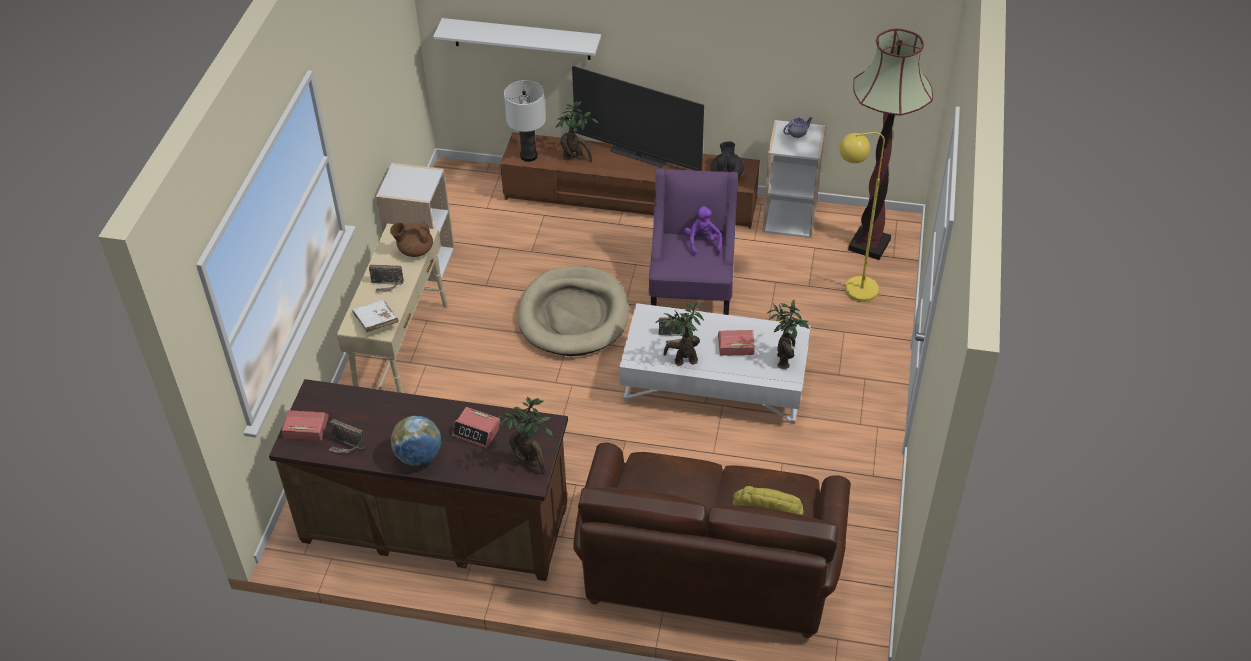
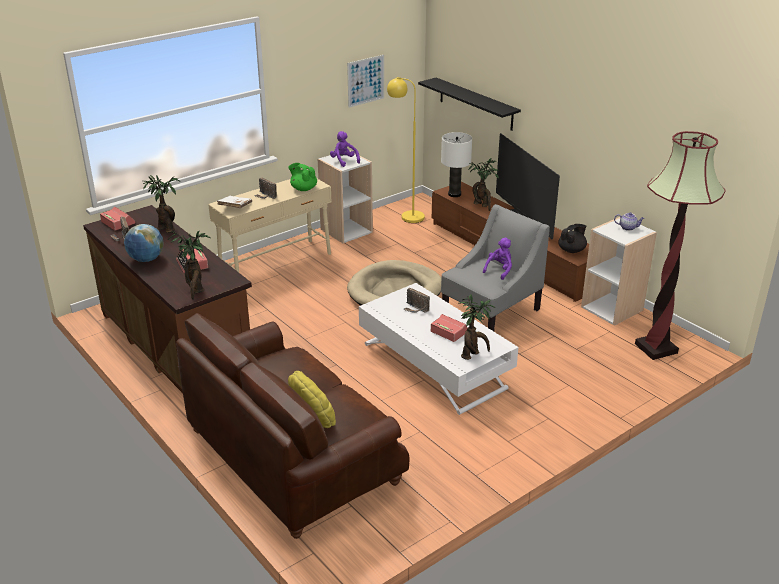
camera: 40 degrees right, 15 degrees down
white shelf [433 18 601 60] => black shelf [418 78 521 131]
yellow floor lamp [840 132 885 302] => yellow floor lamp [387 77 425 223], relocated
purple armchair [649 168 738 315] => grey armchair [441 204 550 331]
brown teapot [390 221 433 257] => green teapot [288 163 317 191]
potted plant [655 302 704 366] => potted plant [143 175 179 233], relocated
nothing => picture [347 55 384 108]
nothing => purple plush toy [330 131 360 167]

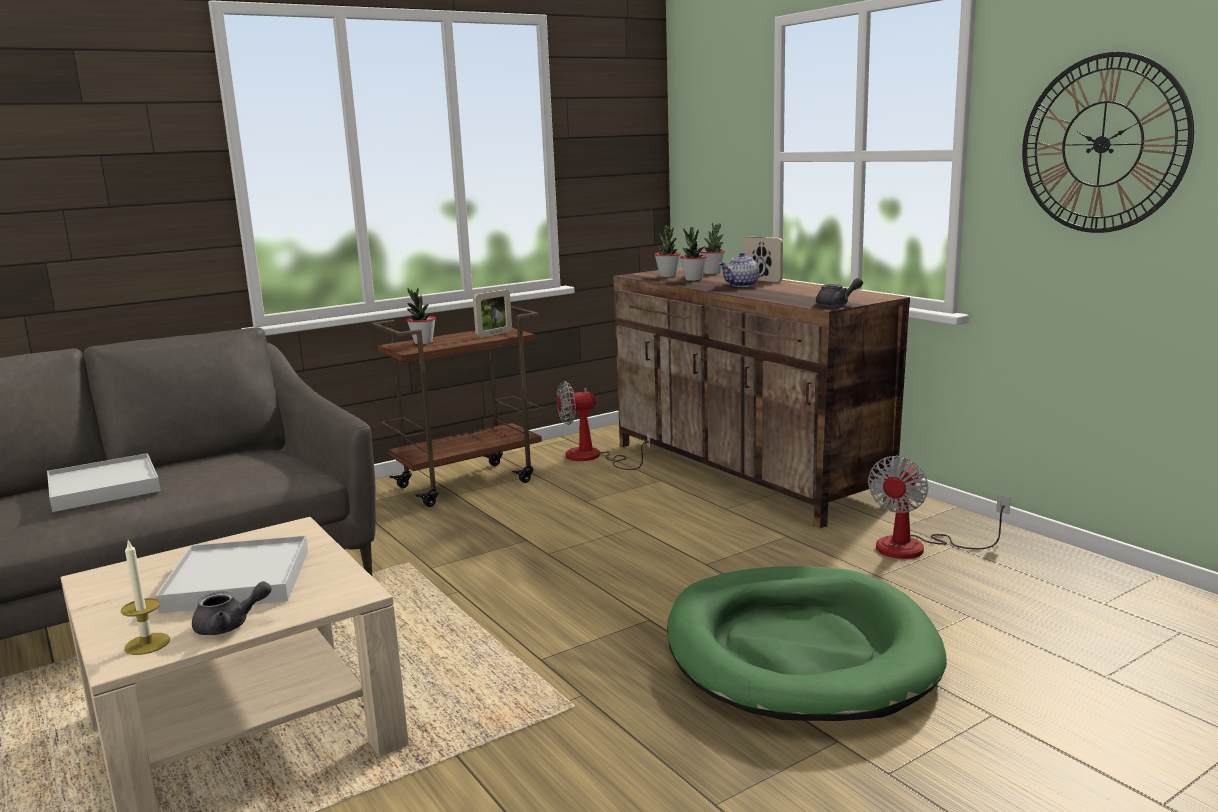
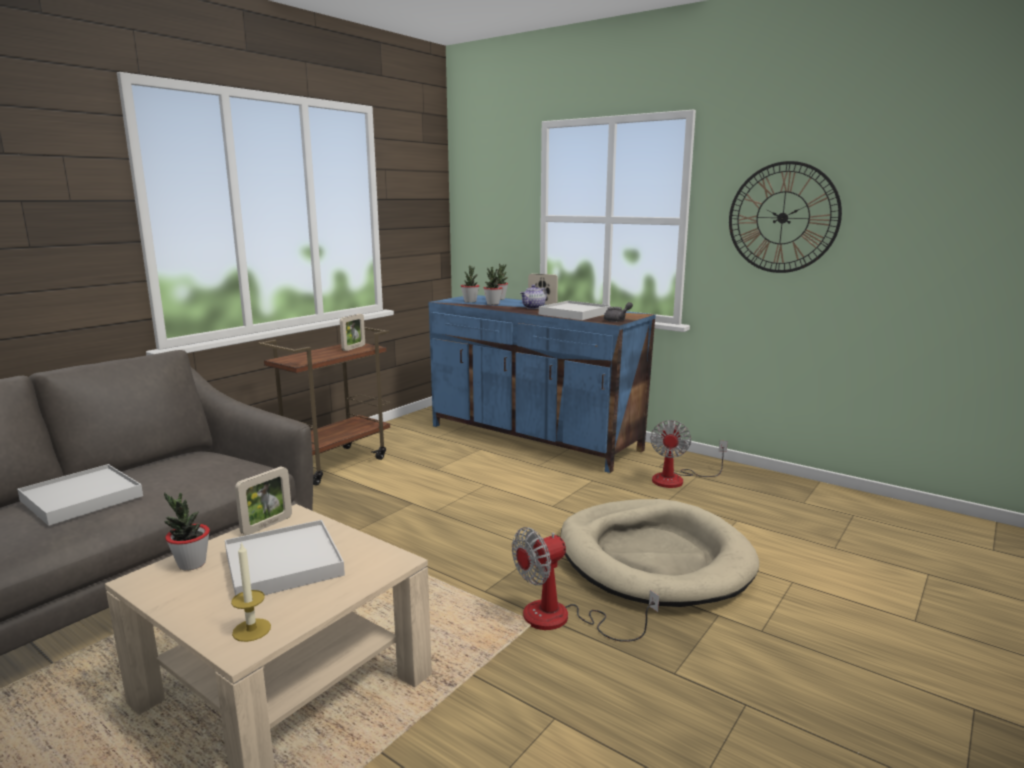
camera: 20 degrees left, 0 degrees up
brown cabinet [613 267 910 528] => blue cabinet [428 295 656 473]
potted plant [407 288 436 344] => potted plant [164 492 210 571], relocated
fan [557 381 650 470] => fan [512 527 659 642], relocated
green dog bed [667 566 947 721] => beige dog bed [561 499 759 607]
grey teapot [192 581 272 635] => nothing
nothing => white tray [539 301 611 320]
nothing => picture frame [235 466 292 535]

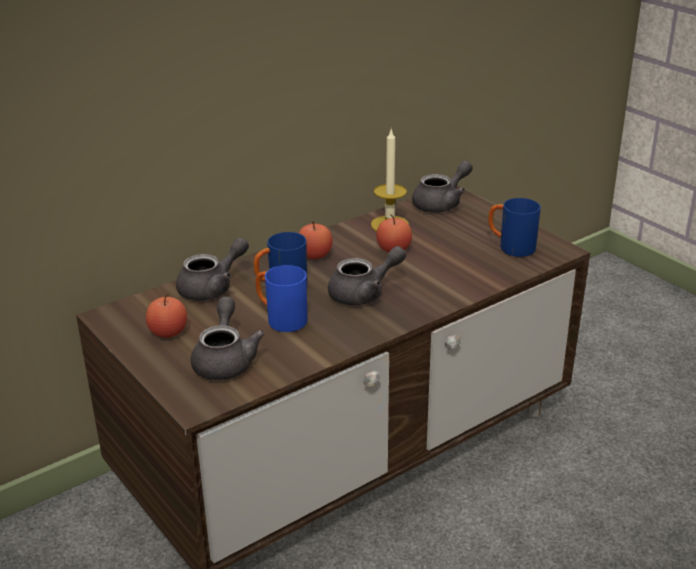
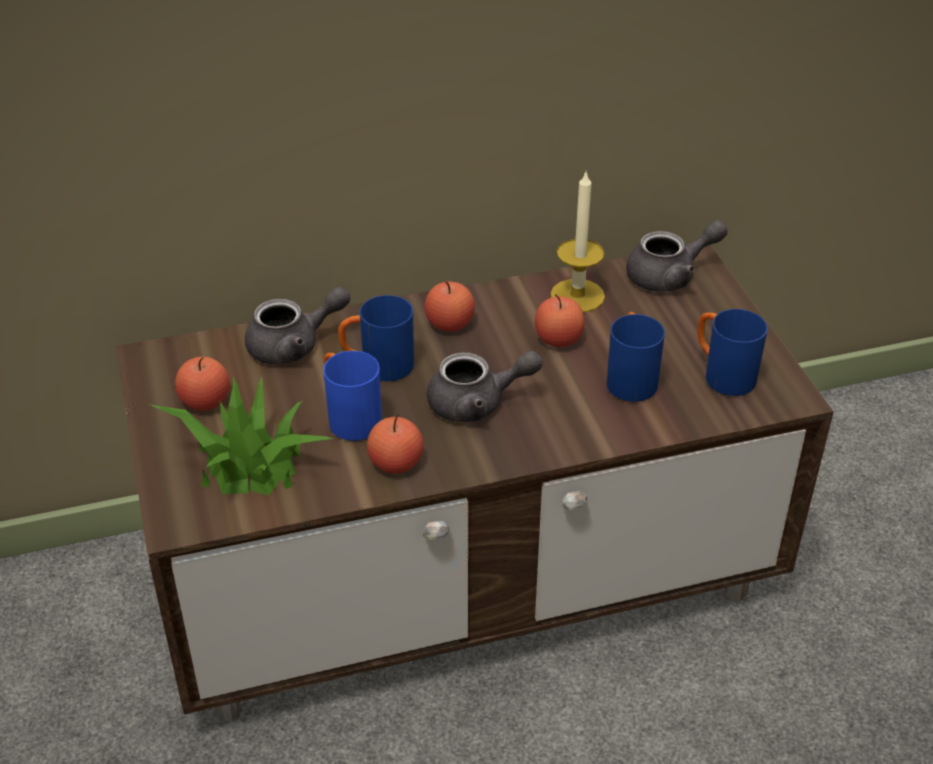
camera: 20 degrees right, 10 degrees up
grey teapot [191 297 265 380] => potted plant [149 376 334 495]
nothing => blue mug [607 312 665 402]
nothing => apple [367 413 424 474]

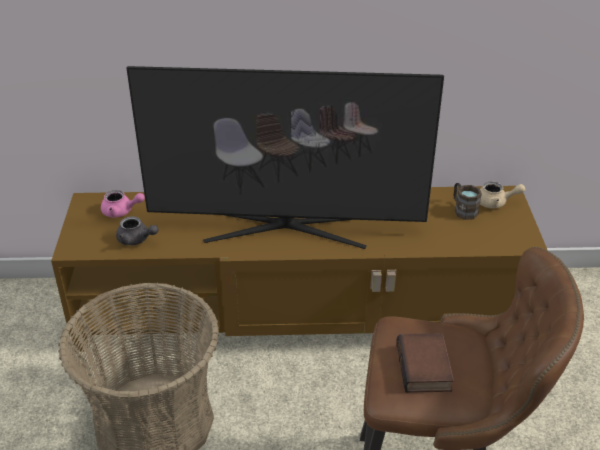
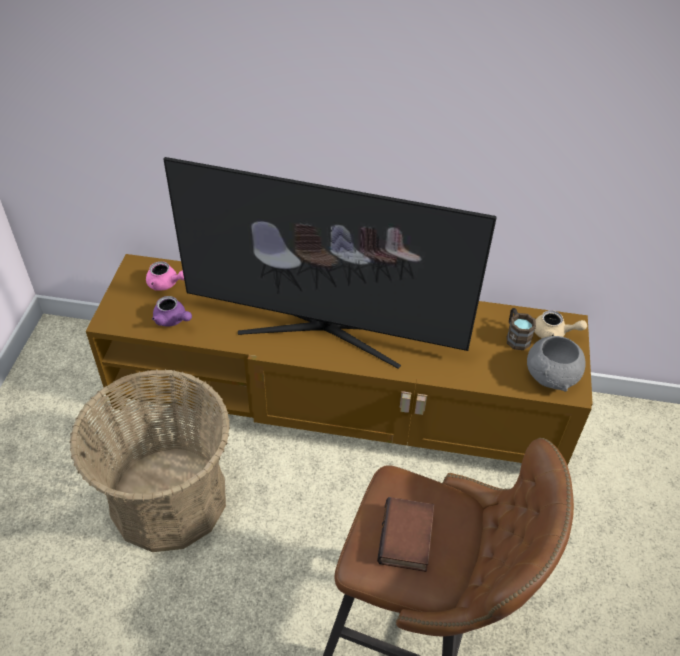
camera: 10 degrees right, 10 degrees up
grey teapot [116 216 159 245] => purple teapot [152 296 192 327]
nothing => grey bowl [527 336 586 392]

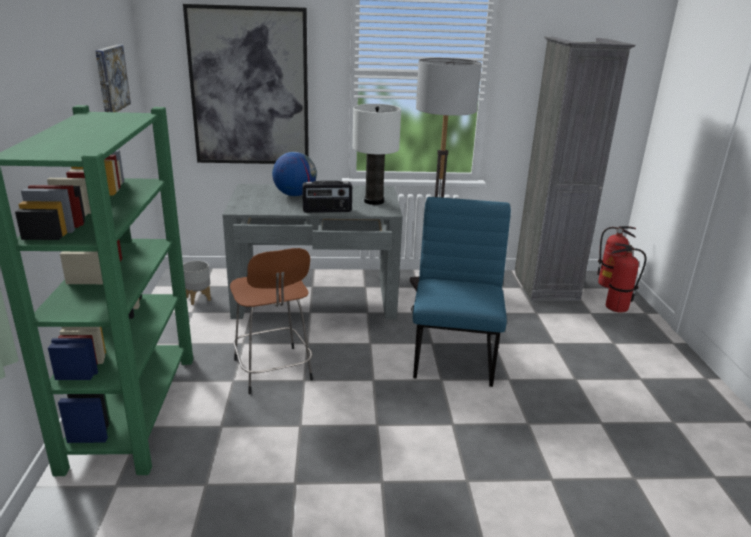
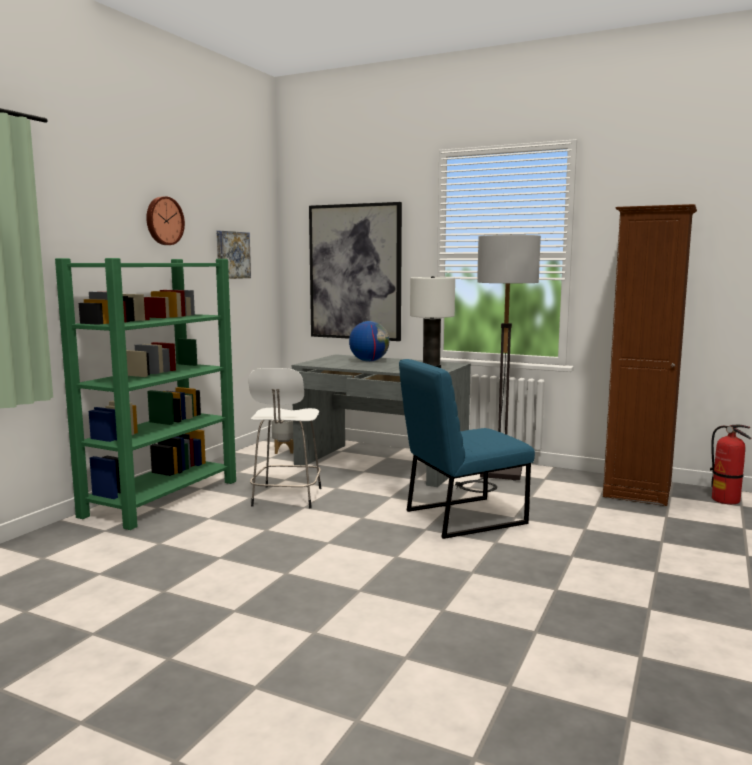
camera: 30 degrees right, 15 degrees down
grey cabinet [515 36 636 301] => brown cabinet [603 204 697 506]
radio [302 180 352 213] => nothing
blue chair [413 197 511 387] => blue chair [399 359 535 539], 150 degrees counterclockwise
fire extinguisher [606 243 646 313] => nothing
brown stool [230 248 313 395] => white stool [248 368 321 508]
nothing => wall clock [146 196 185 245]

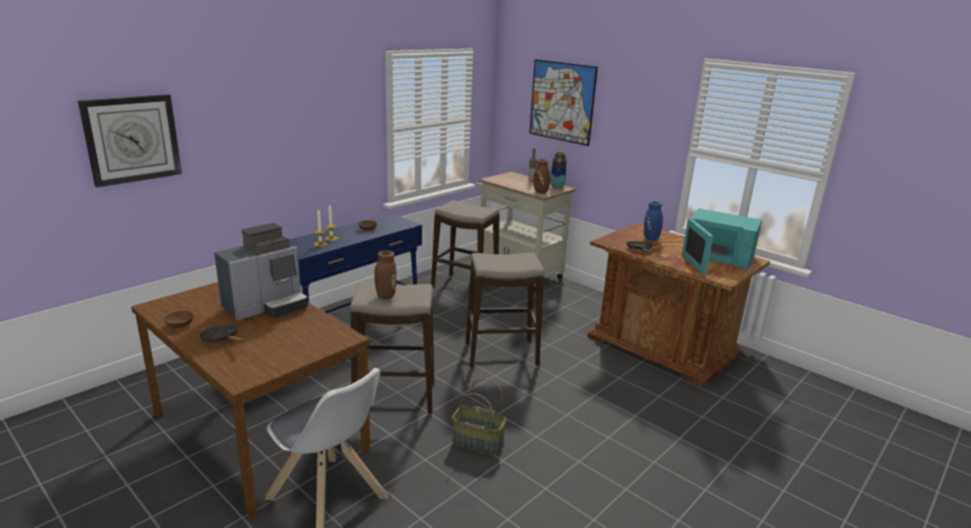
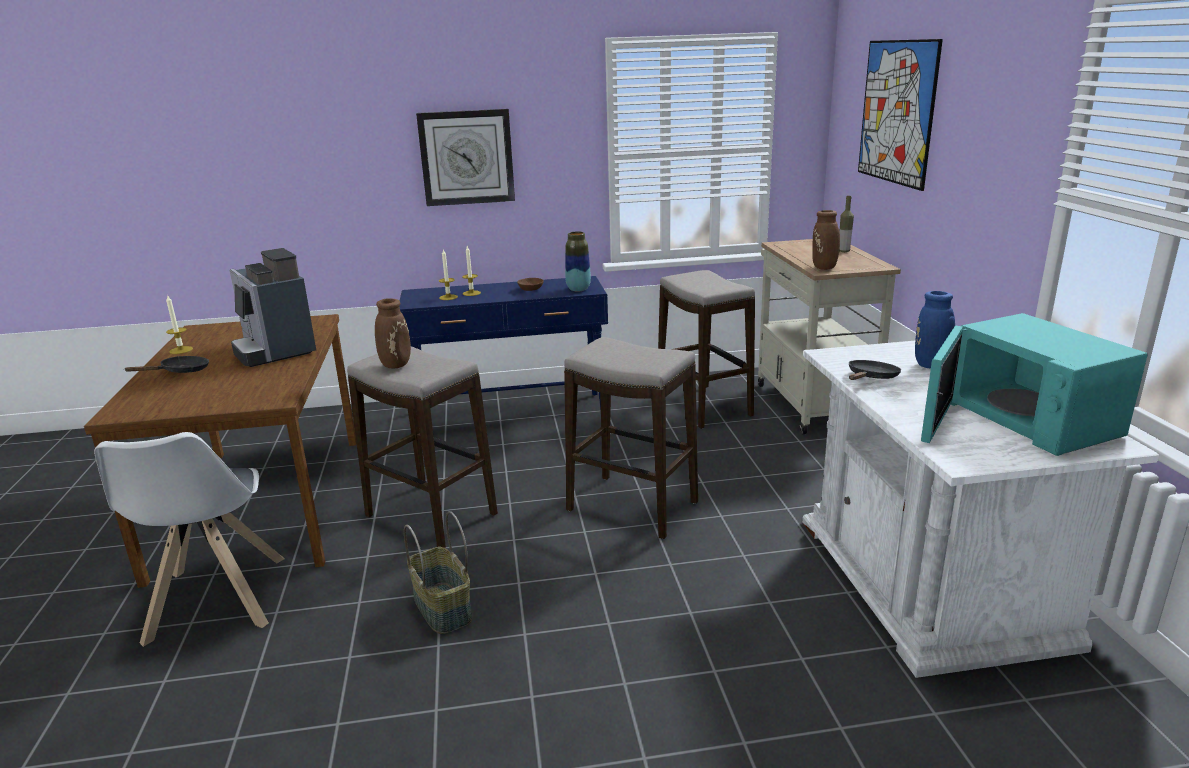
camera: 40 degrees right, 0 degrees up
wall clock [78 94 182 187] => wall clock [416 109 515 206], relocated
vase [550 152 567 189] => vase [565 231 591 291], relocated
coffee machine [214 223 308 321] => coffee machine [229 248 316 367], 60 degrees clockwise
brown cabinet [588 223 770 387] => white cabinet [802 341 1159 678]
brown bowl [164 311 194 328] => candle [166 296 193 354]
black frying pan [199 324 245 343] => black frying pan [124 356 209 373], 60 degrees clockwise

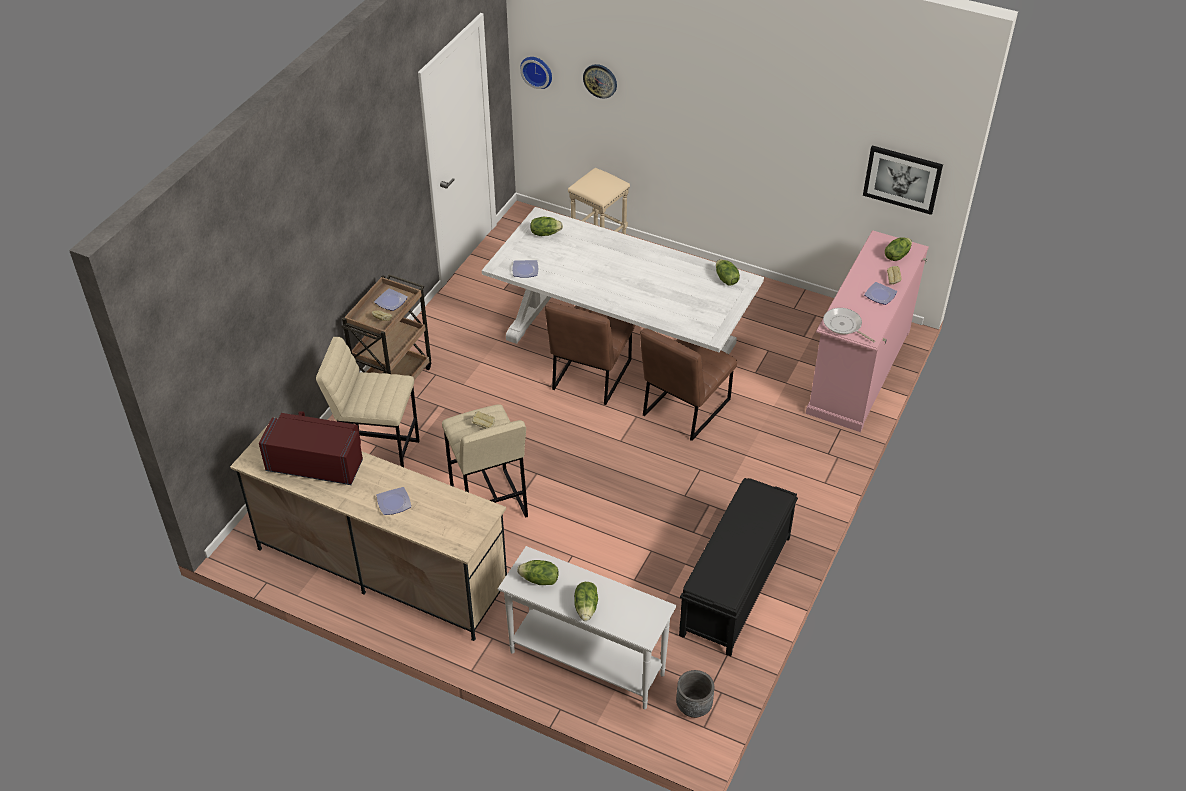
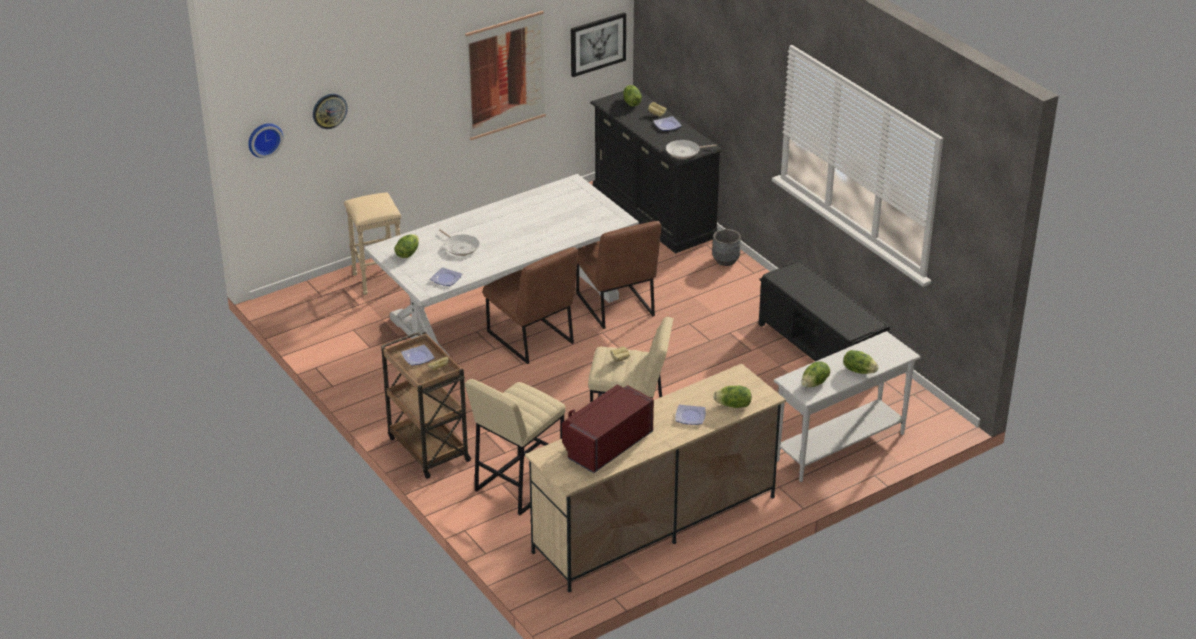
camera: 60 degrees left, 10 degrees down
pink cabinet [806 230 929 432] => black cabinet [590 91 722 254]
lettuce [716 259 740 286] => lettuce [713 386 752 408], relocated
grey planter [676 670 714 718] => grey planter [712 229 741 266], relocated
nothing => picture [465 11 546 140]
nothing => frying pan [439 229 480 256]

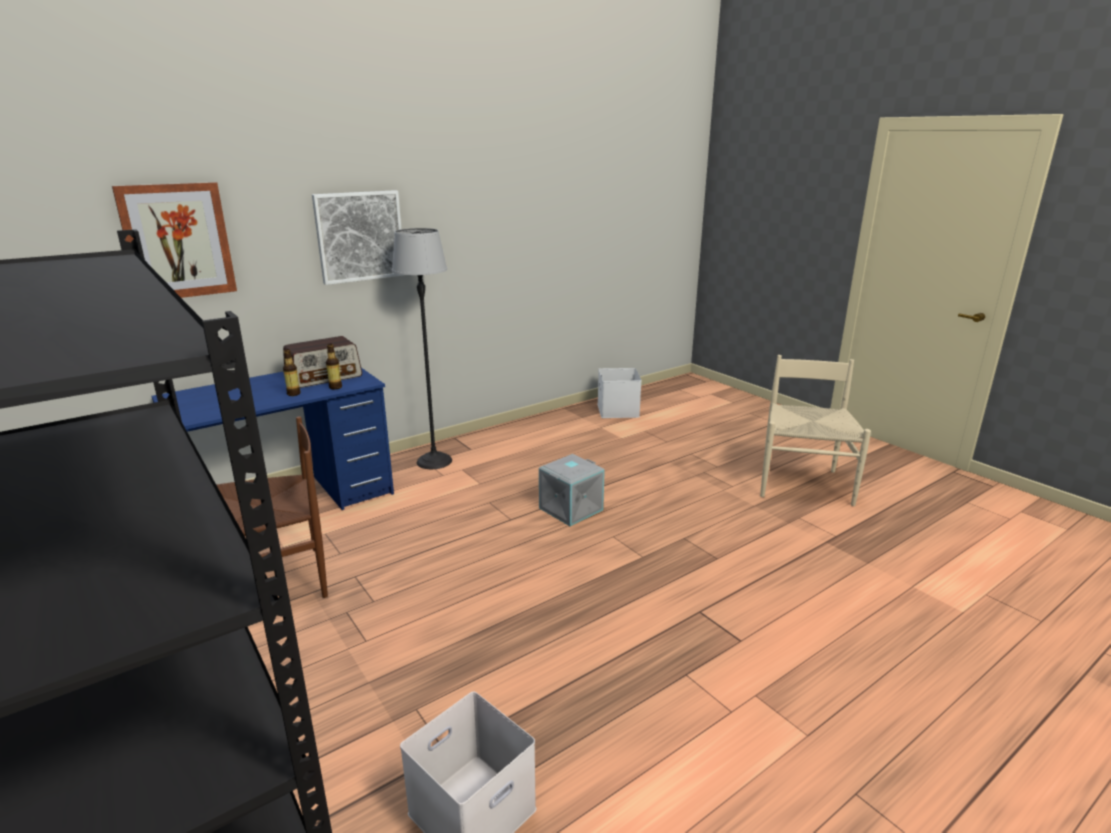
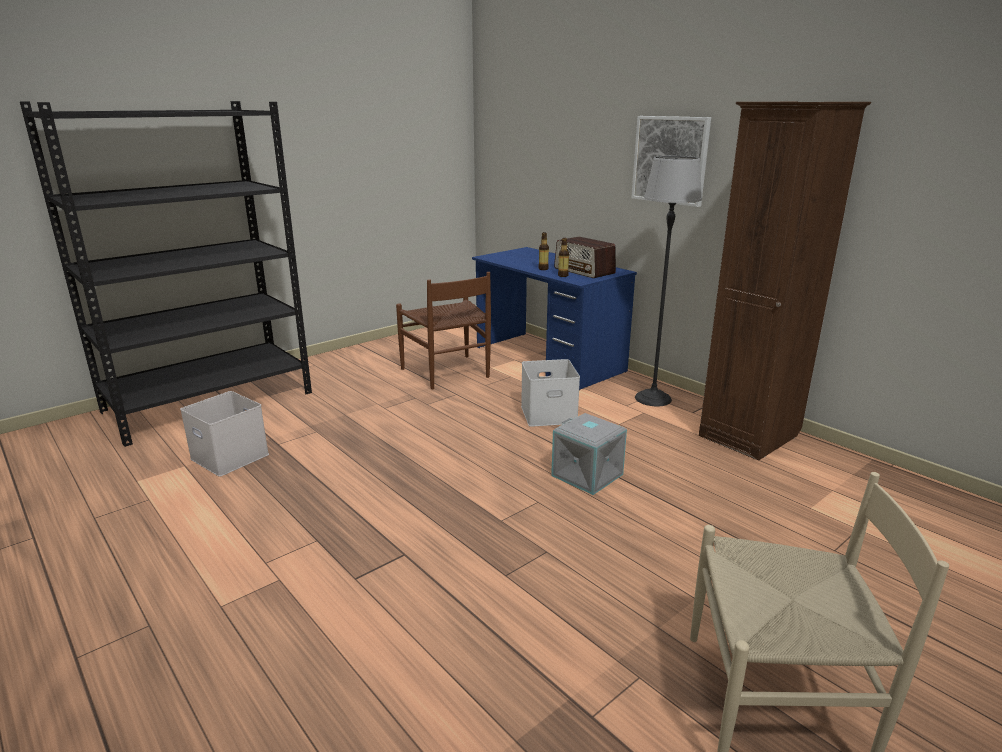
camera: 85 degrees right, 0 degrees up
picture [112 182 237 298] => nothing
white storage box [597 368 642 418] => white storage box [521 359 580 427], relocated
nothing => brown cabinet [699 102 871 460]

